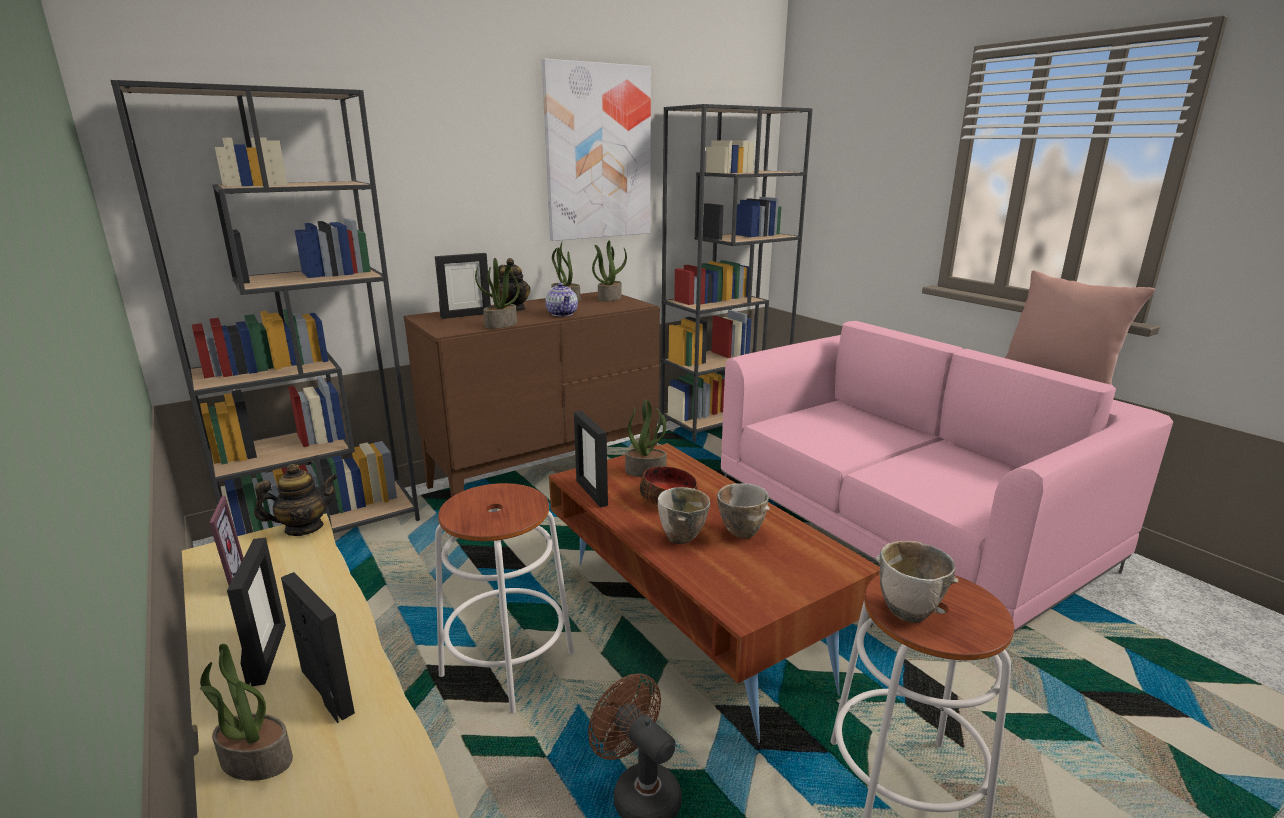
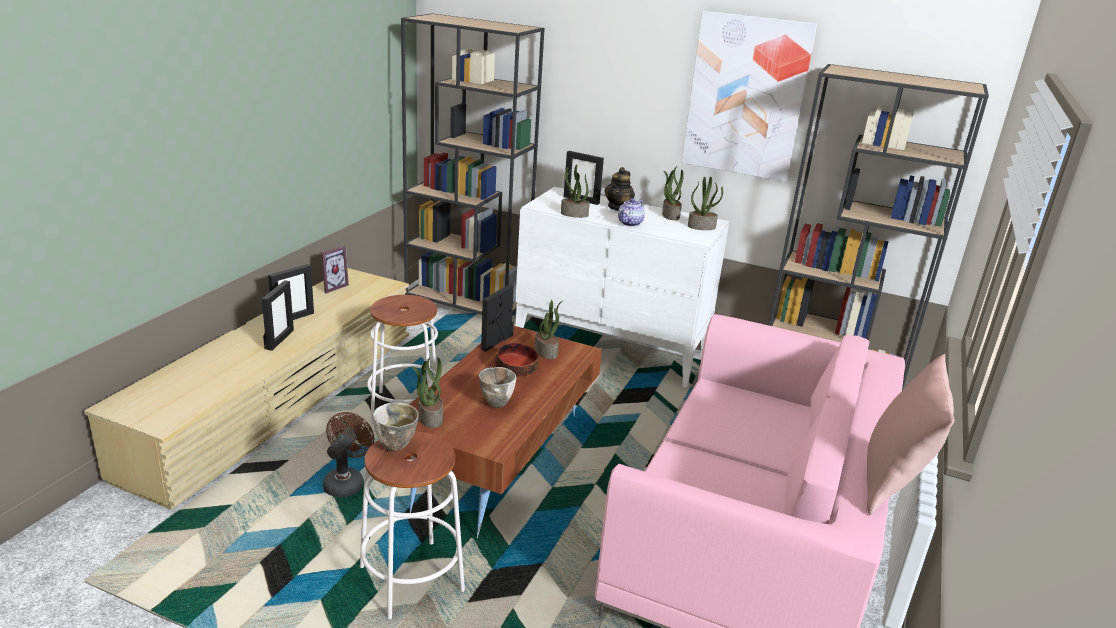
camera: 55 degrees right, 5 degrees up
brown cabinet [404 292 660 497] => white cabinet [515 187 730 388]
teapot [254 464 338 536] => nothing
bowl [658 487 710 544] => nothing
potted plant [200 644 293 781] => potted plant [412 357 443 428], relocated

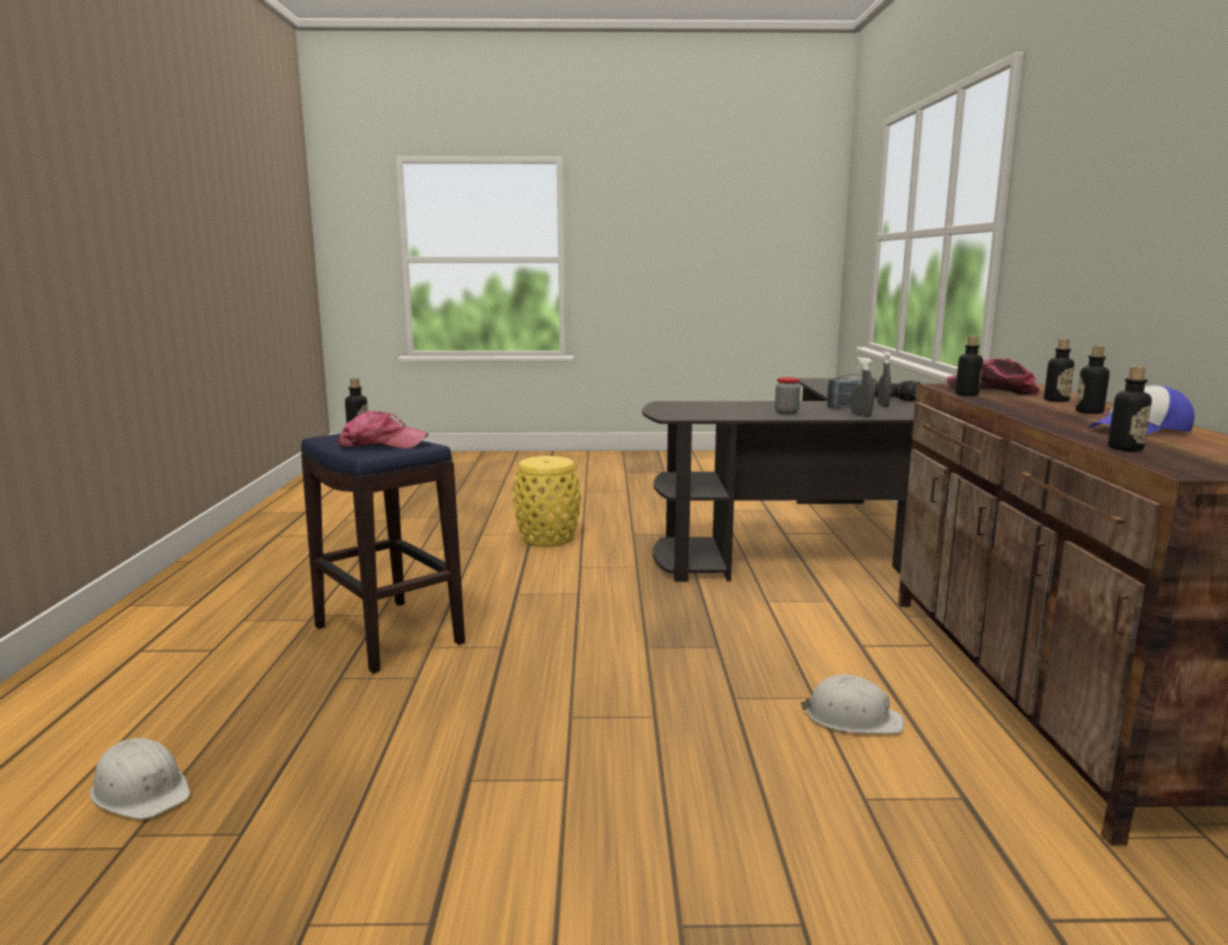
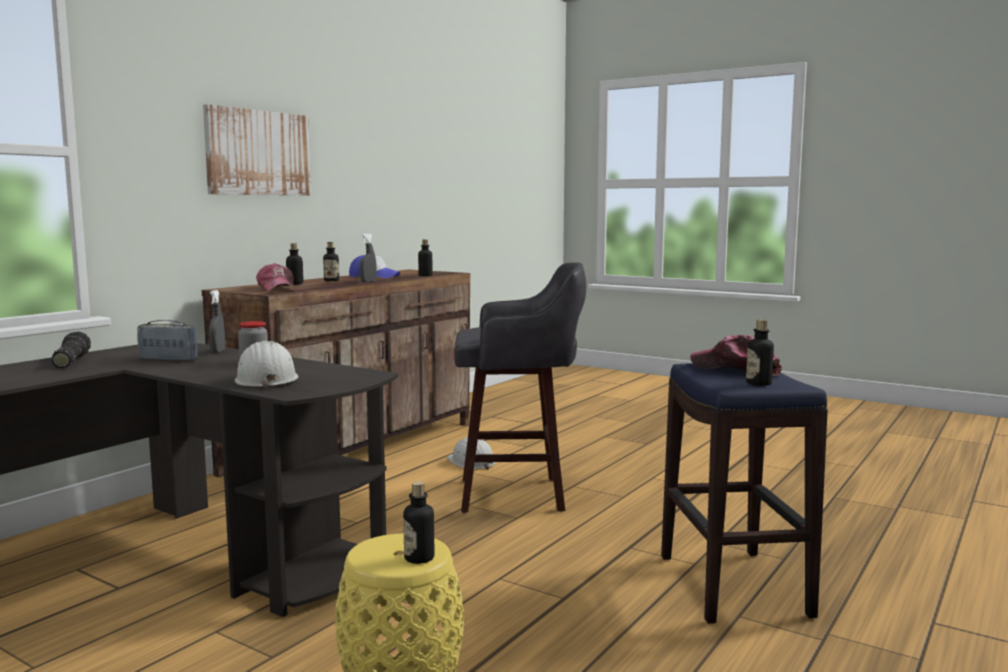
camera: 145 degrees left, 5 degrees down
bottle [955 336 983 396] => bottle [403 481 434 564], relocated
grey spray bottle [877 351 891 407] => grey spray bottle [360 234 377 282], relocated
white hard hat [90 738 190 820] => white hard hat [234 341 299 389], relocated
nothing => picture [203 104 311 195]
nothing => grey stool [454 262 586 513]

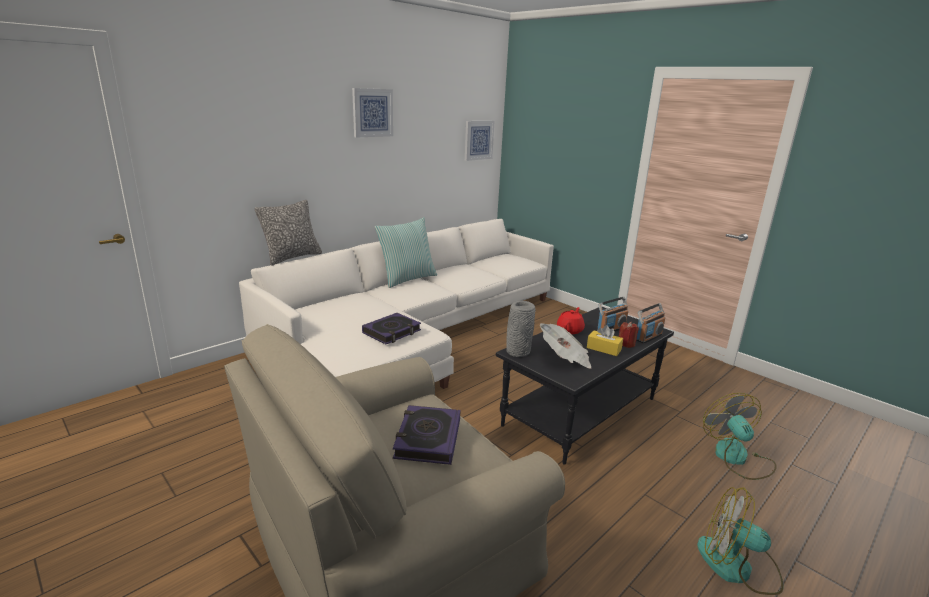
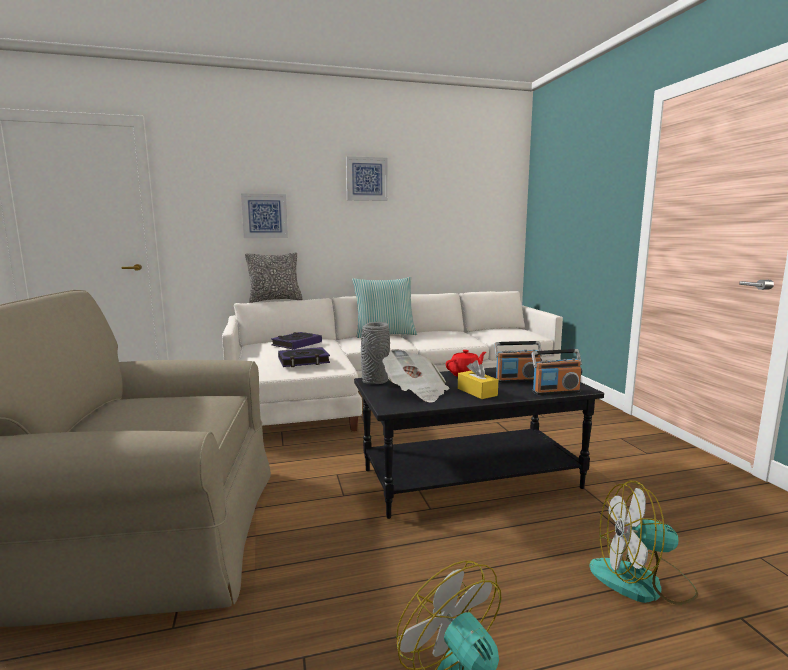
camera: 30 degrees right, 10 degrees down
picture [465 121 494 161] => picture [241 194 288 238], relocated
red candle [619 322 639 348] => nothing
fan [703 393 777 480] => fan [589 481 698 605], 105 degrees counterclockwise
book [393 405 460 465] => book [271 332 322 349], relocated

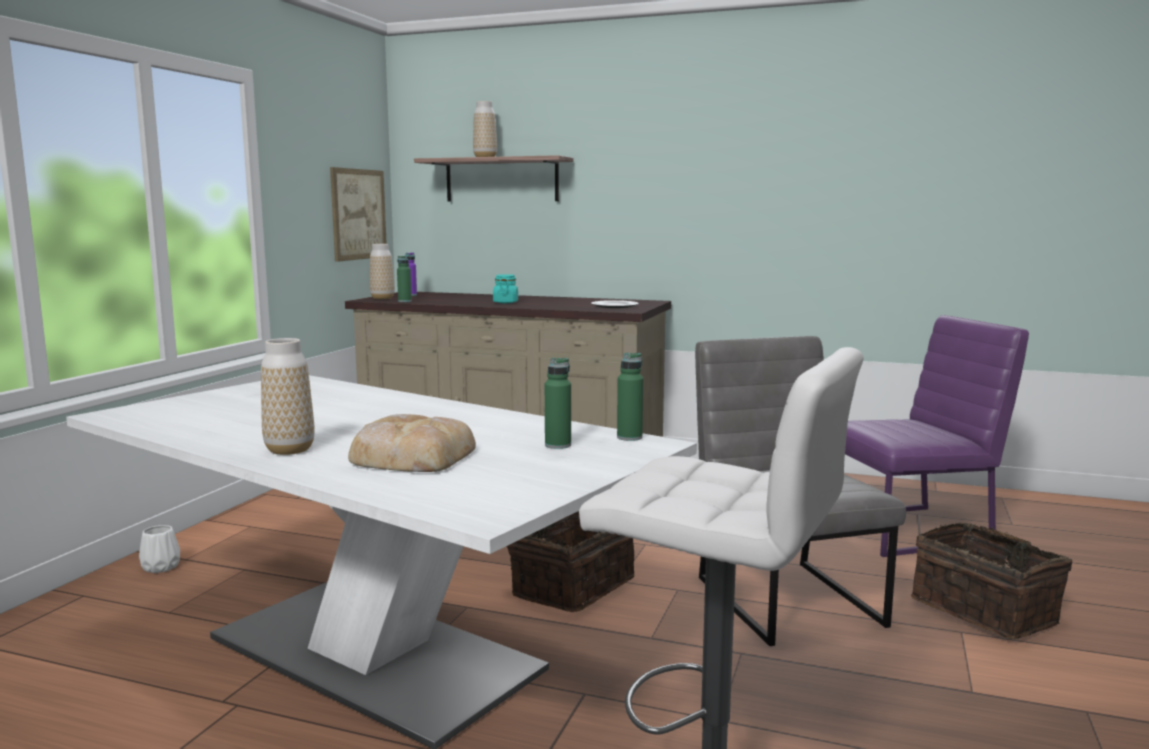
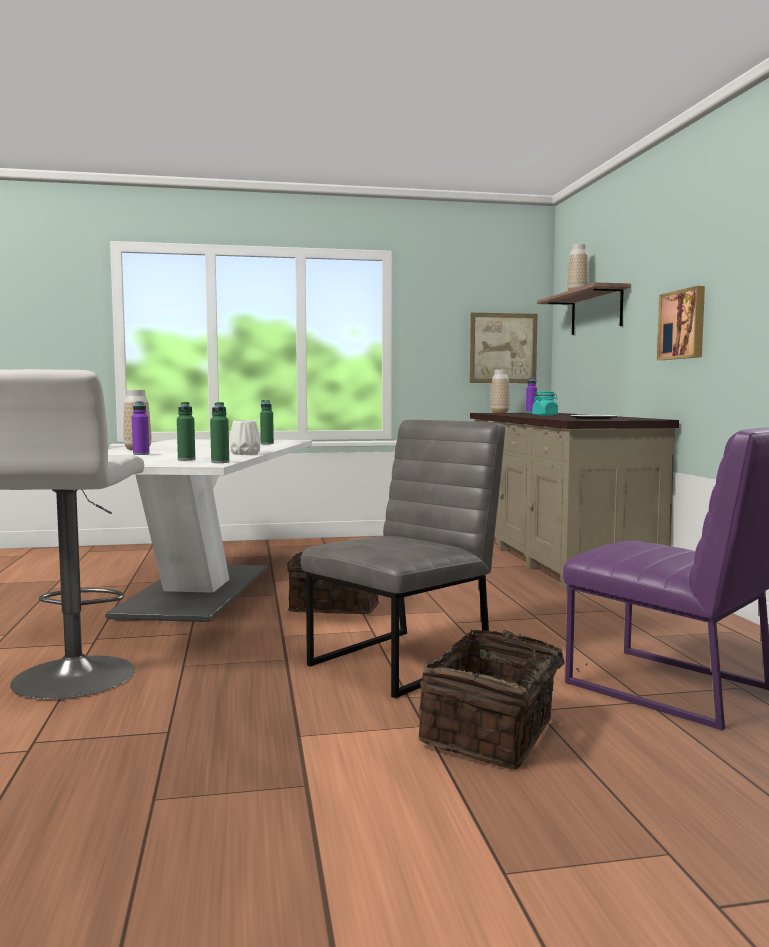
camera: 60 degrees right, 5 degrees down
green bottle [397 256 412 302] => green bottle [260 400 274 444], relocated
bread [348 414 476 472] => purple bottle [132 401 149 455]
white vase [139 525 180 573] => white vase [229 420 261 455], relocated
nothing => picture [657 286 705 360]

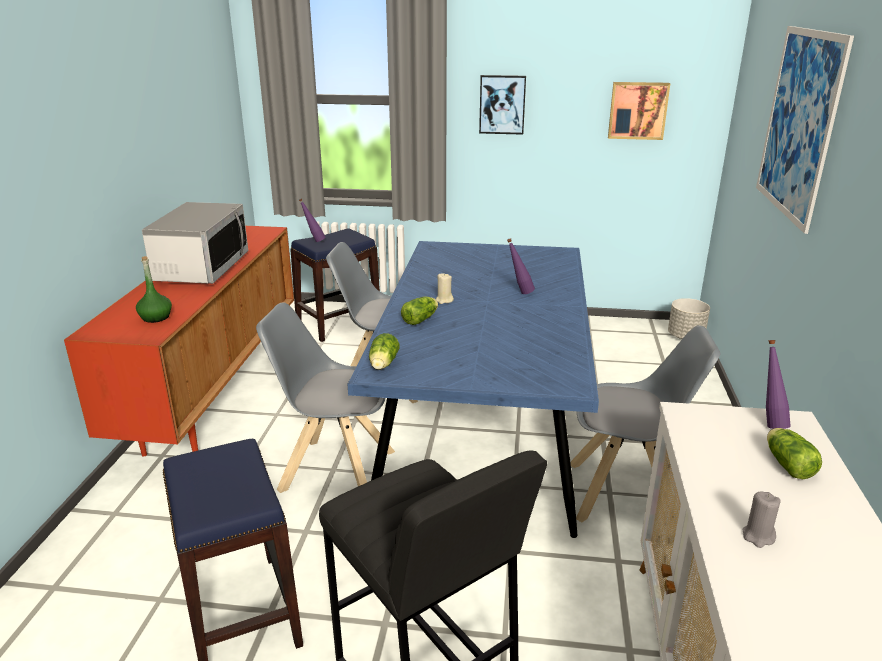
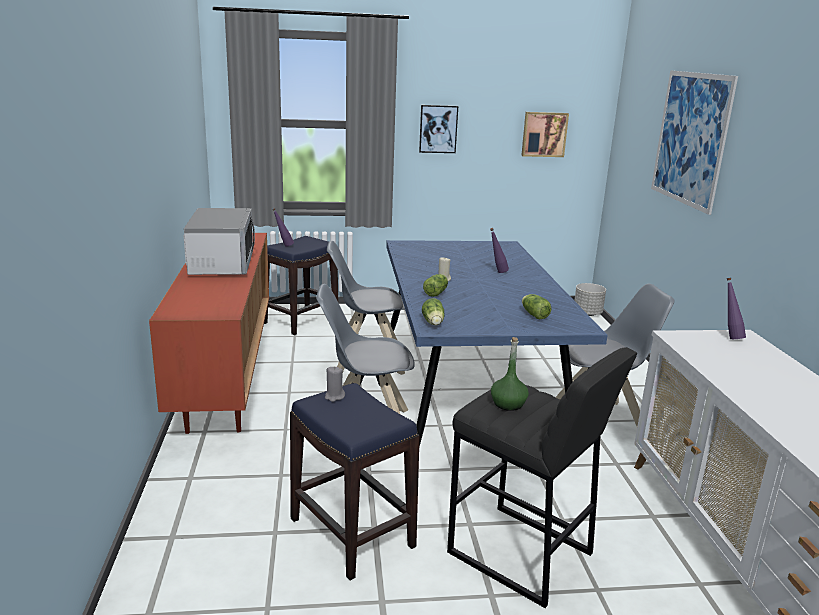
camera: 15 degrees left, 5 degrees down
green bottle [136 256 172 323] => green bottle [491 337 529 411], relocated
lettuce [767 428 822 479] => lettuce [522 294 551 319], relocated
grey candle [742 492 781 548] => grey candle [325 366 345 402], relocated

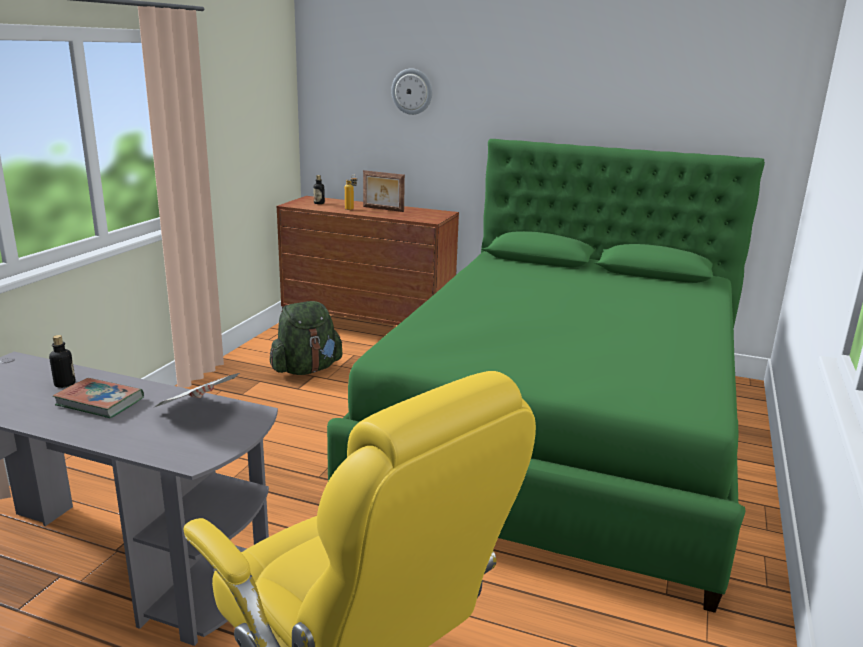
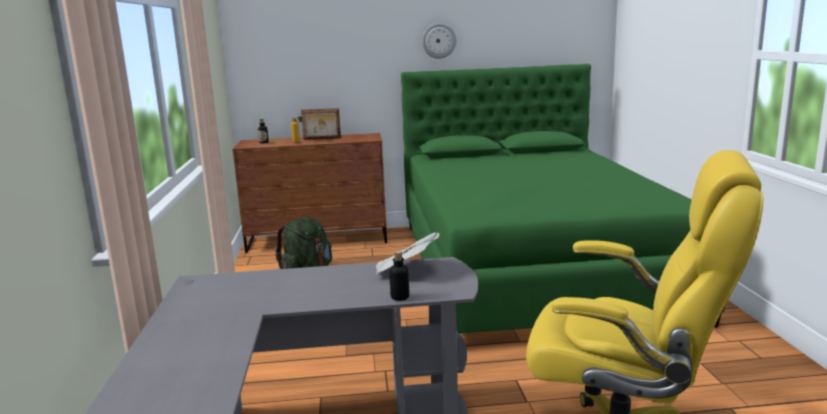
camera: 25 degrees left, 5 degrees down
wall clock [391 69 432 115] => wall clock [422 23 456 59], relocated
bottle [49 335 76 388] => bottle [389 251 409 301], relocated
book [53 378 144 418] => nothing

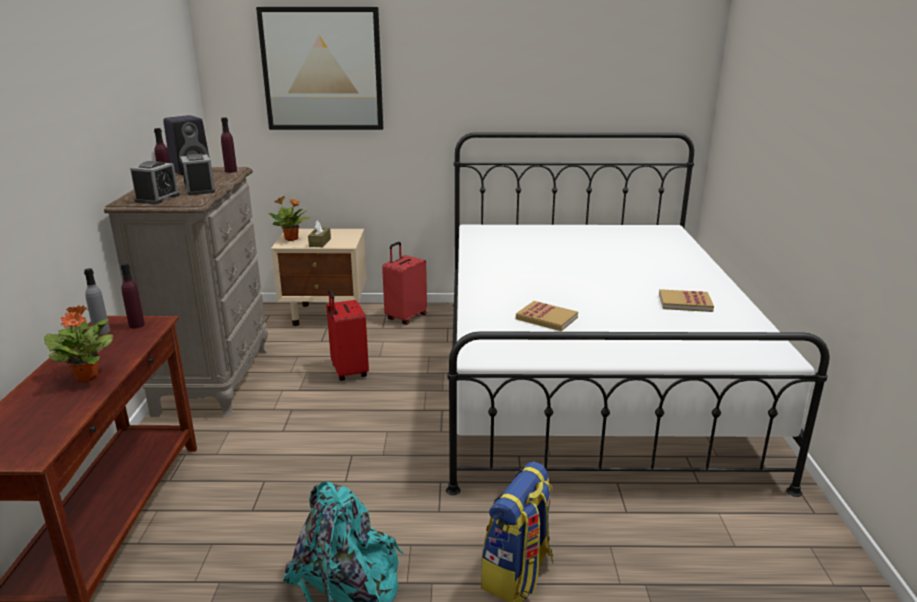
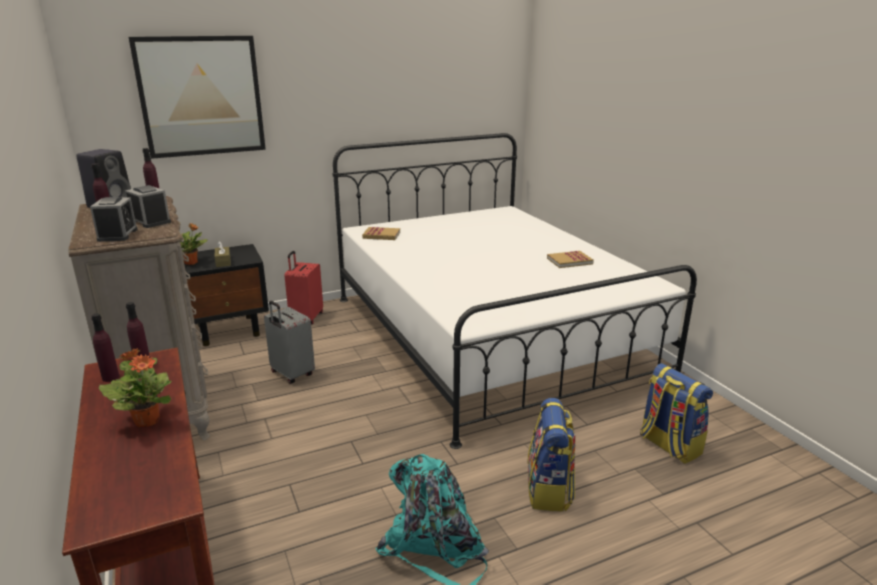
camera: 25 degrees left, 0 degrees up
beige nightstand [271 229 367 326] => black nightstand [184 244 269 346]
grey bottle [84 268 110 335] => purple bottle [91 313 119 382]
red suitcase [326 289 369 381] => grey suitcase [264 301 315 384]
book [516 301 578 331] => book [362 227 400 240], relocated
nothing => backpack [640 363 713 464]

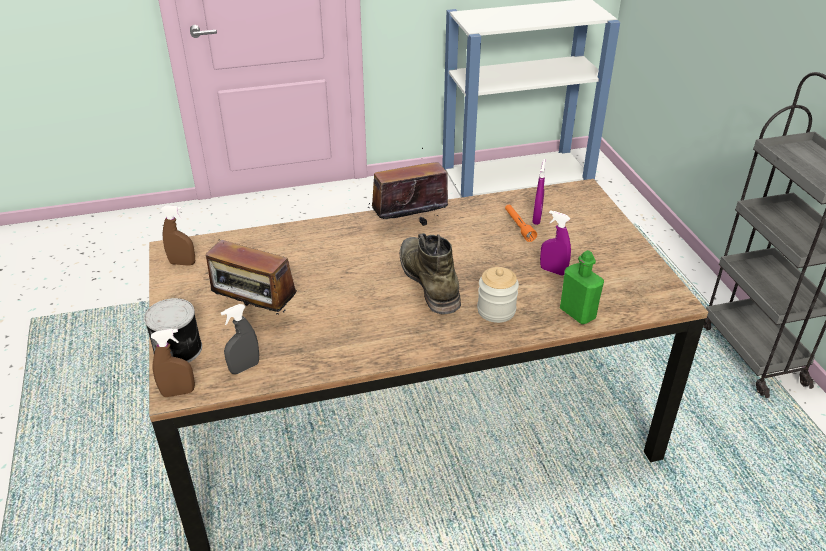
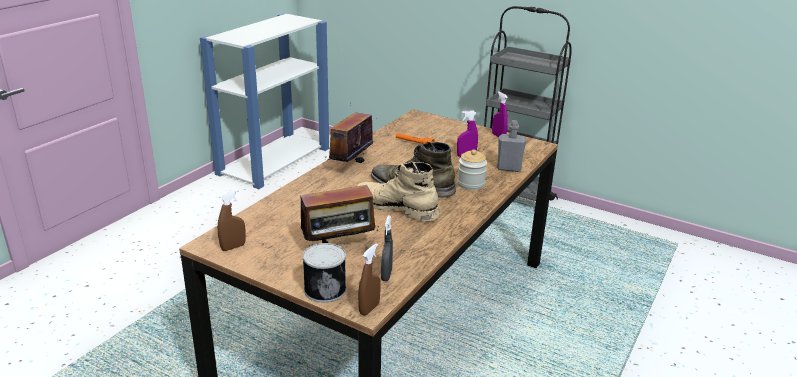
camera: 45 degrees left, 10 degrees down
purple spray bottle [532 159 546 225] => purple spray bottle [492 91 508 137], relocated
green bottle [560 250 604 324] => grey bottle [497 120 526 172]
nothing => beige boot [356 161 440 222]

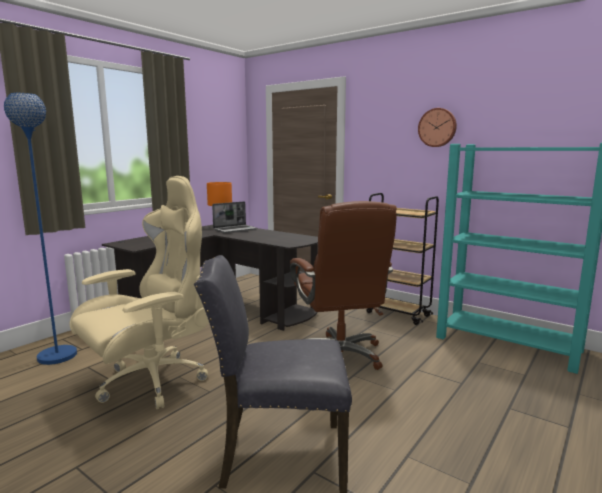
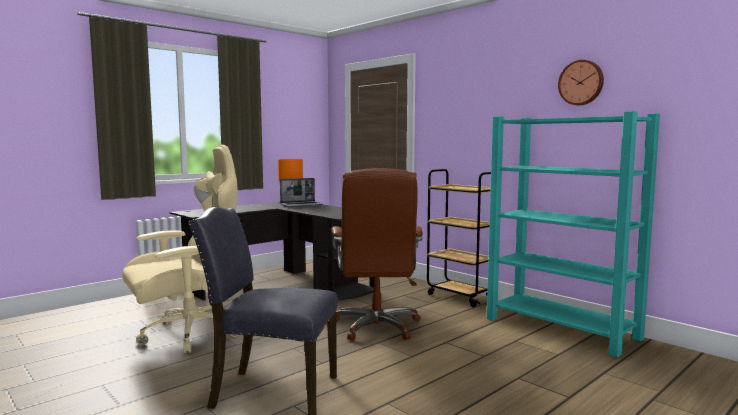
camera: 10 degrees right, 5 degrees down
blue floor lamp [4 92 77 365] => nothing
wall clock [418 108 457 147] => wall clock [558 60 604 105], relocated

